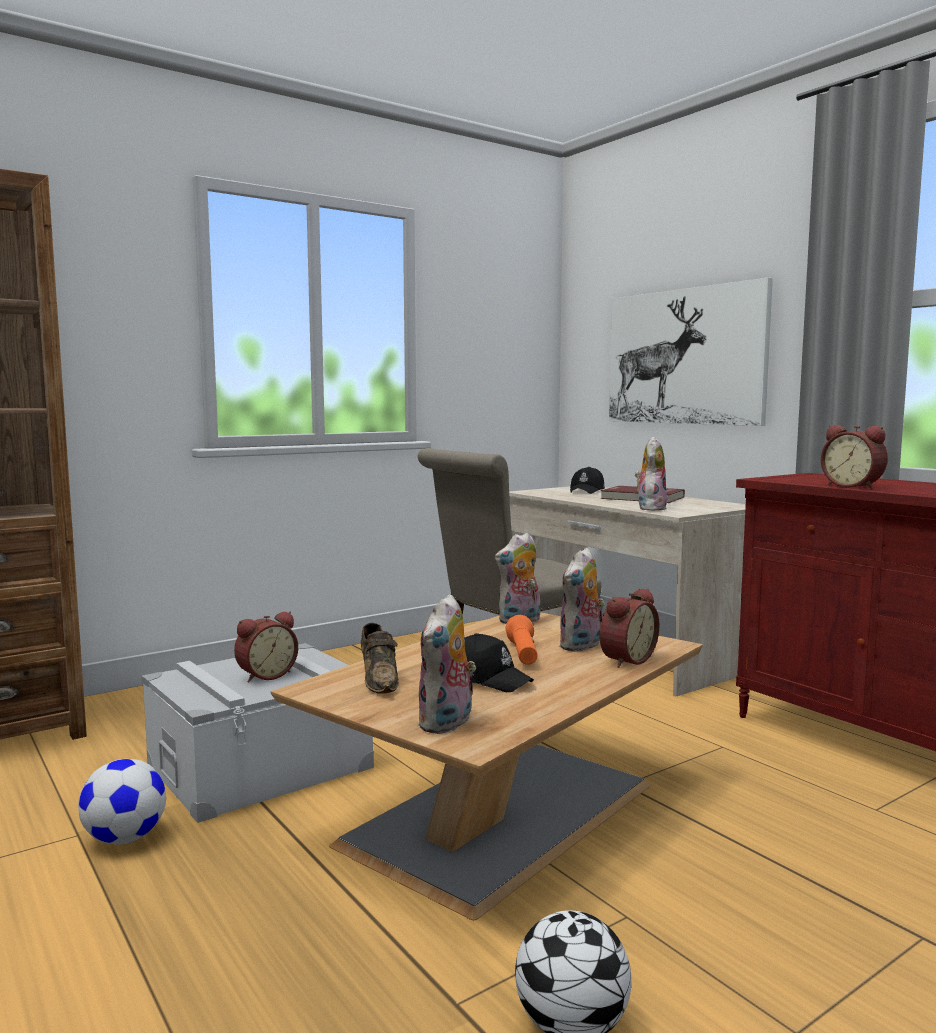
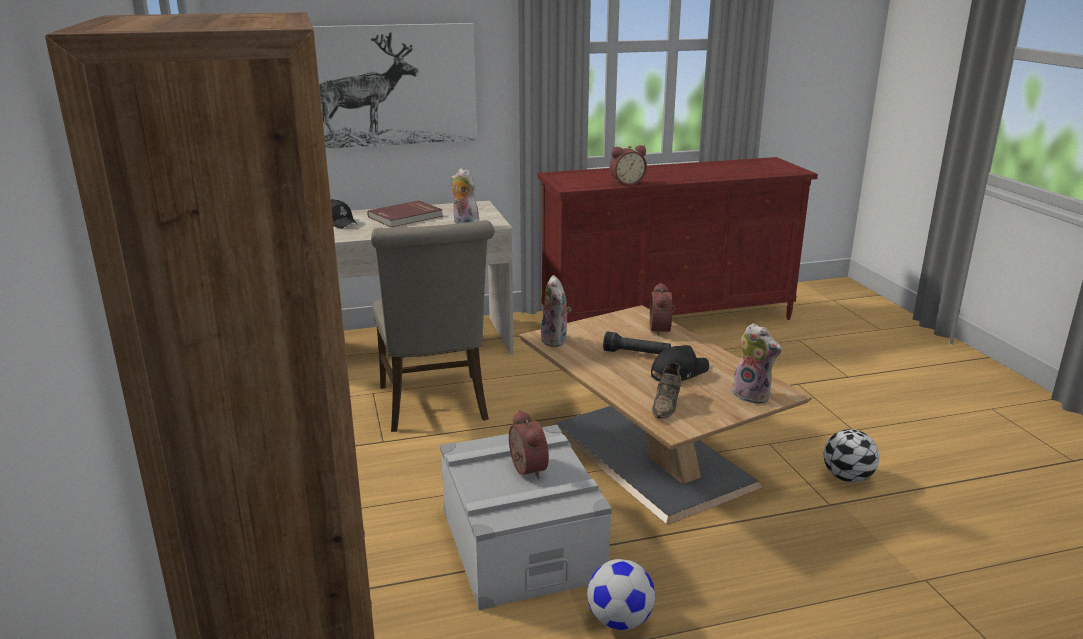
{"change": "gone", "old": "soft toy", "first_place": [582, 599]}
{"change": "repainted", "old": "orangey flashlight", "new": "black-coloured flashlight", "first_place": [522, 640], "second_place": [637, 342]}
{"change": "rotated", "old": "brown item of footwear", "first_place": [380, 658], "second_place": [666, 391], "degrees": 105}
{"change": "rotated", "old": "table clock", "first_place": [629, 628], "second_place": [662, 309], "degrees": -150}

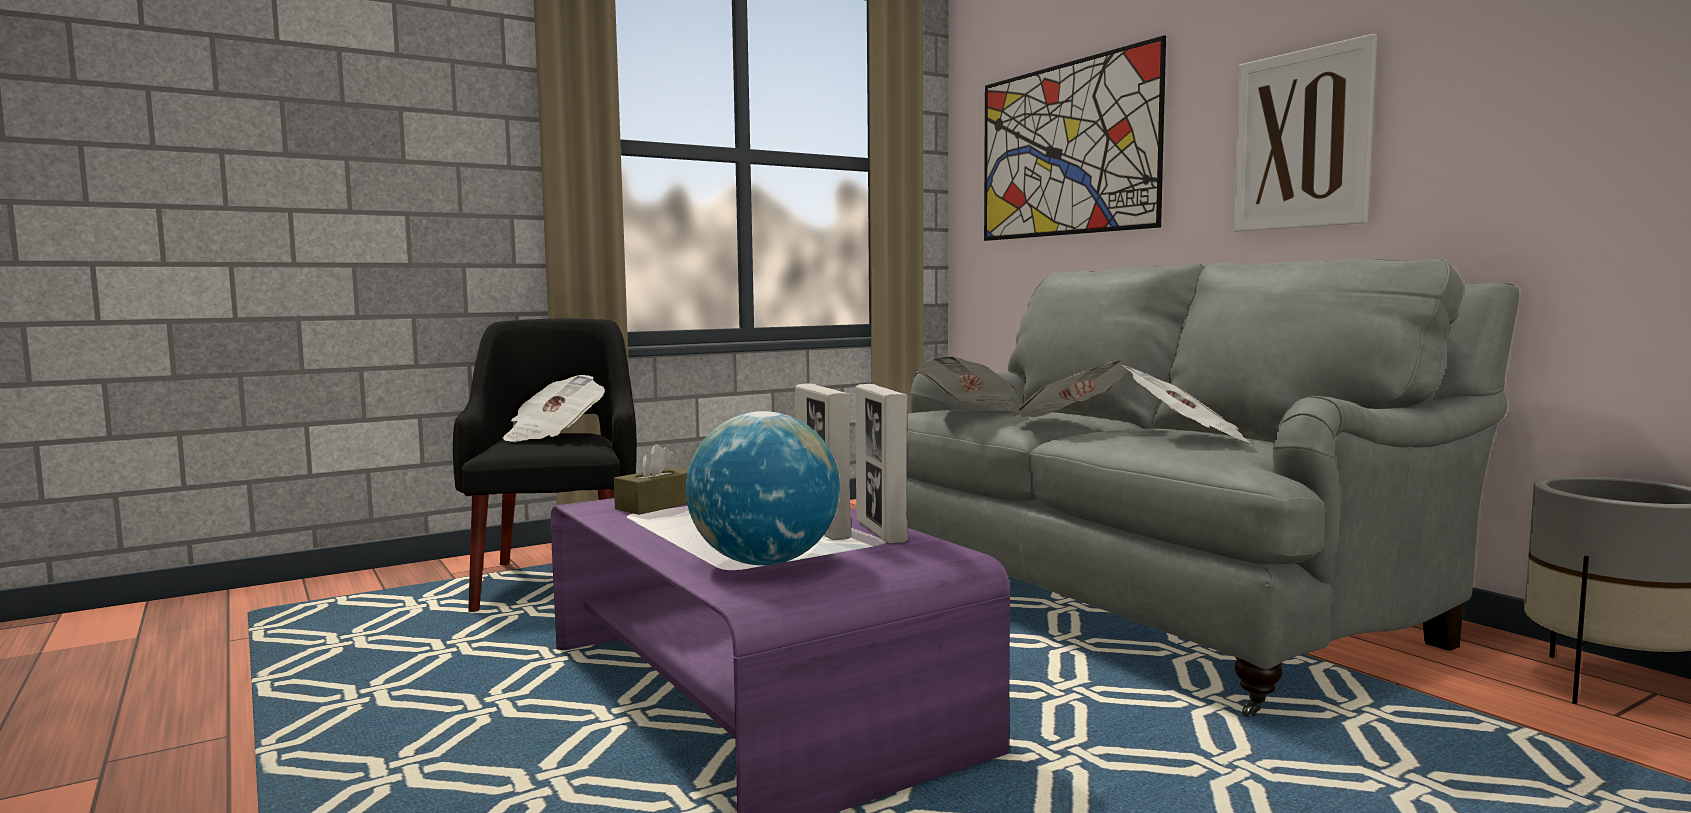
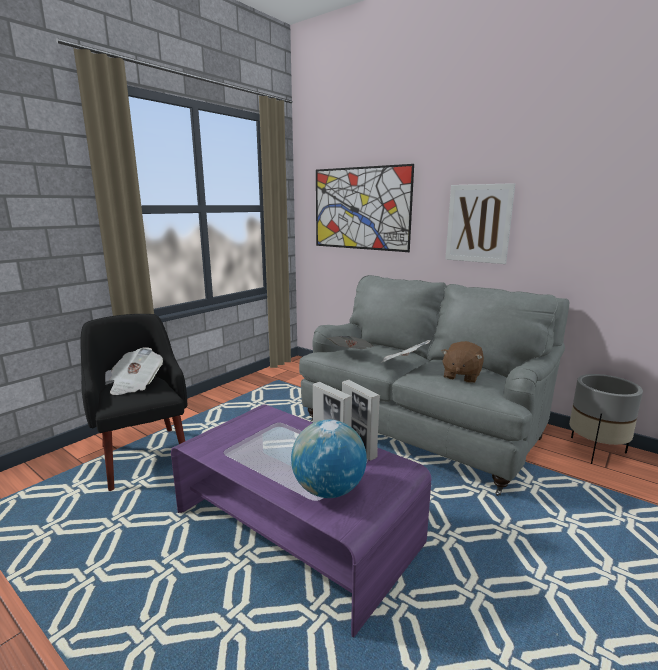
{"change": "gone", "old": "brown box of tissues", "first_place": [651, 479]}
{"change": "swapped", "old": "daily paper", "new": "brown soft toy", "first_place": [1188, 405], "second_place": [462, 362]}

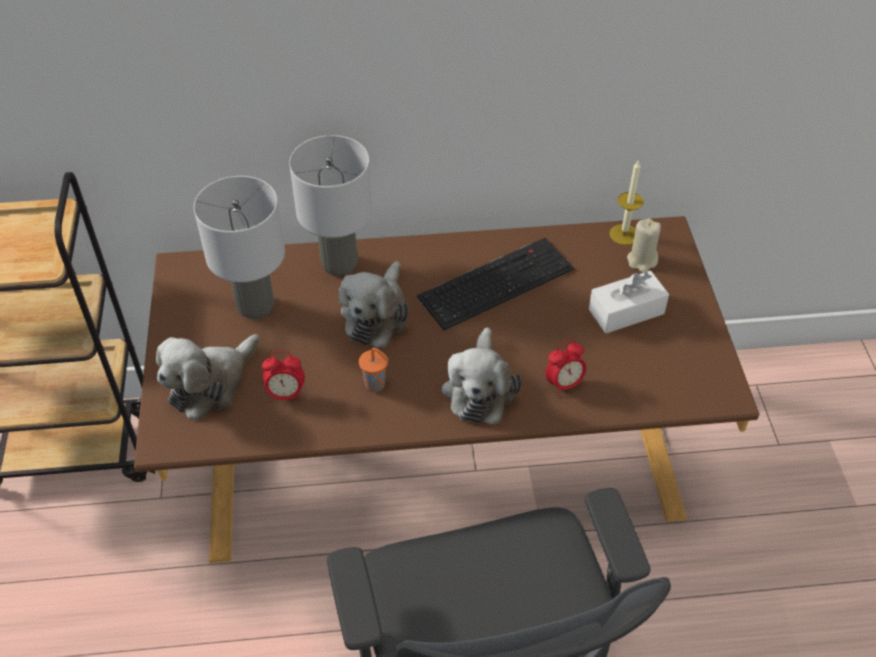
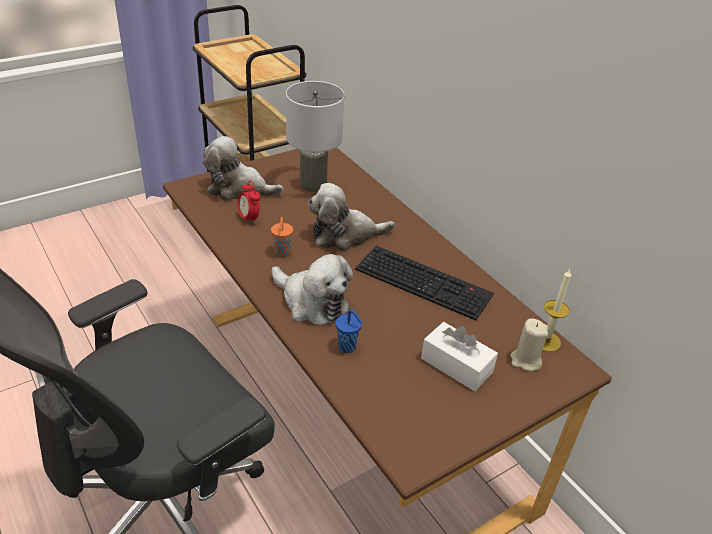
{"change": "gone", "old": "white-coloured table lamp", "first_place": [330, 205]}
{"change": "swapped", "old": "table clock", "new": "bluish drinking cup", "first_place": [565, 368], "second_place": [349, 331]}
{"change": "rotated", "old": "soft toy", "first_place": [481, 375], "second_place": [312, 289], "degrees": -120}

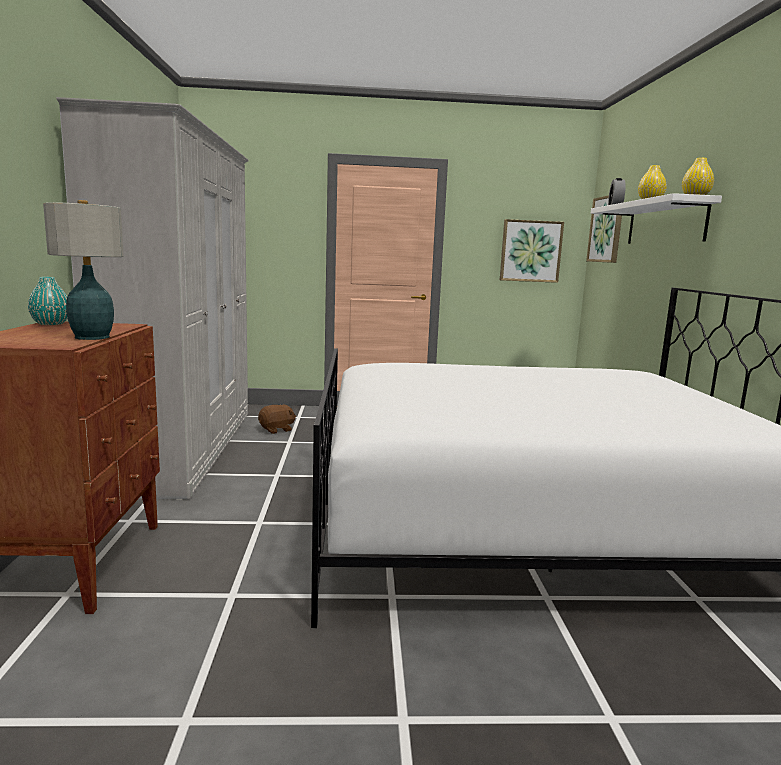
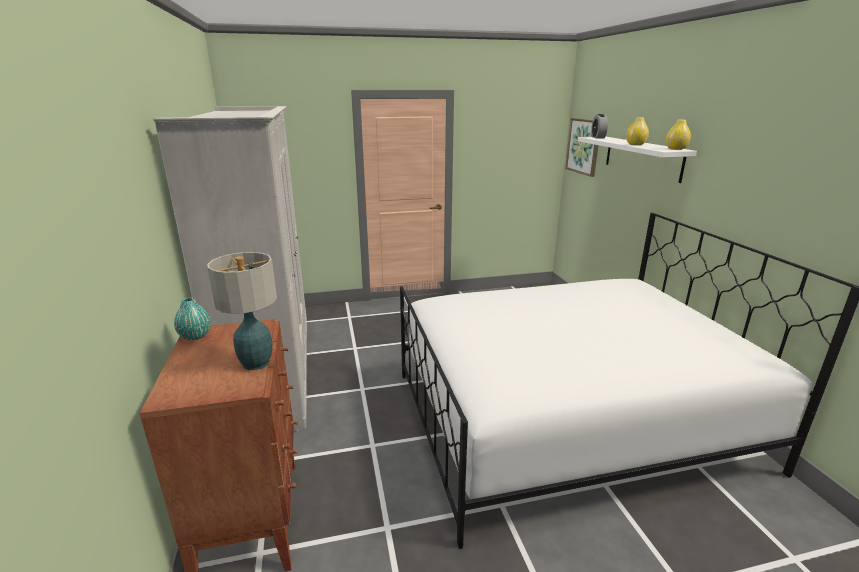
{"change": "gone", "old": "brown soft toy", "first_place": [277, 419]}
{"change": "gone", "old": "picture", "first_place": [532, 251]}

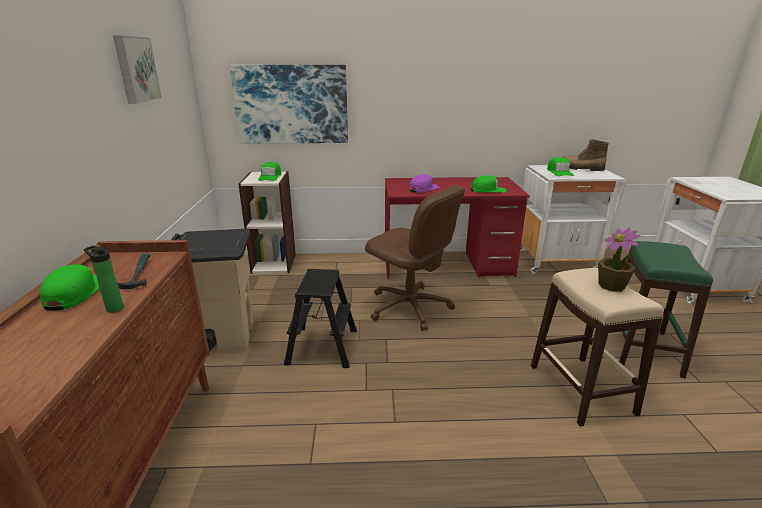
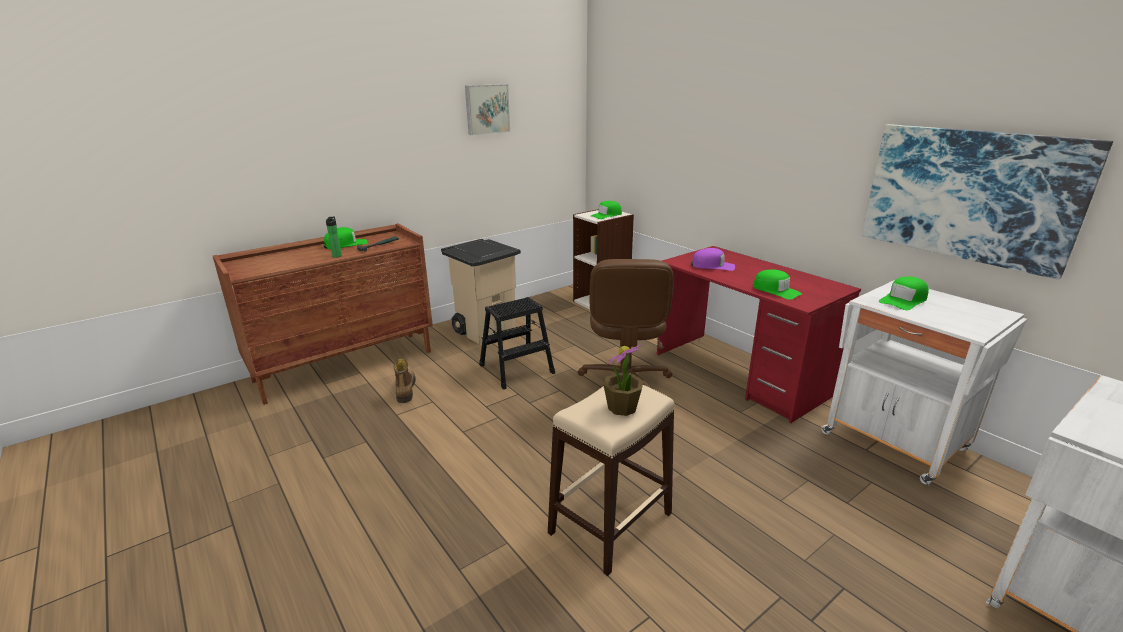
{"change": "gone", "old": "green sitting stool", "first_place": [666, 309]}
{"change": "shifted", "old": "picture", "first_place": [288, 104], "second_place": [987, 202]}
{"change": "shifted", "old": "tall boot", "first_place": [586, 155], "second_place": [404, 381]}

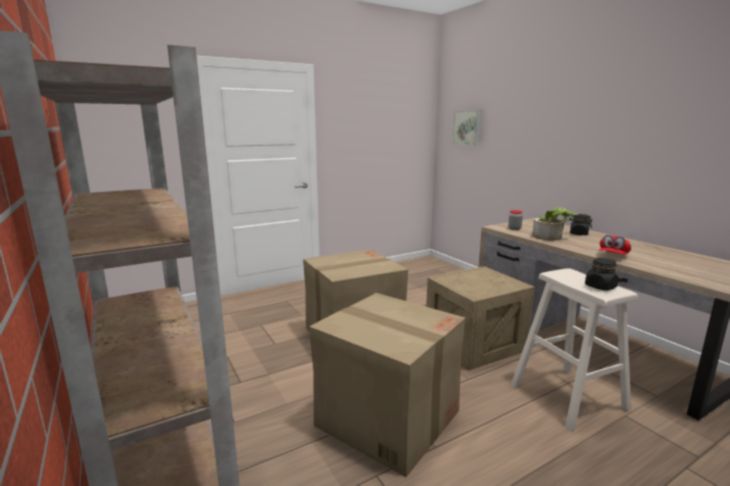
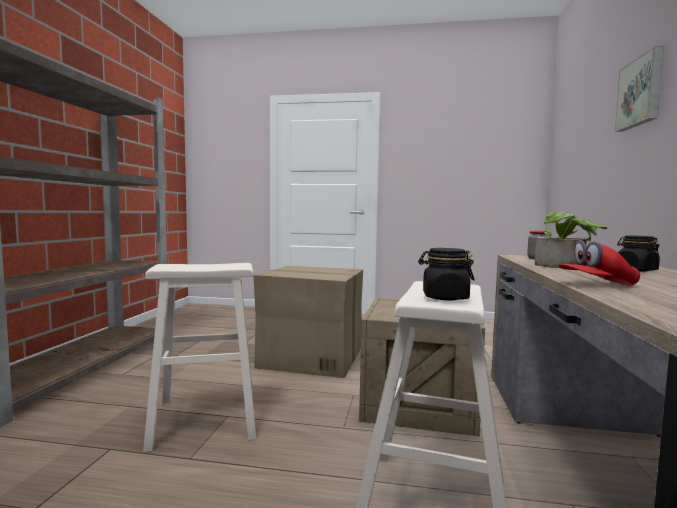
{"change": "shifted", "old": "picture", "first_place": [466, 128], "second_place": [639, 89]}
{"change": "swapped", "old": "packing box", "new": "beige-coloured sitting stool", "first_place": [387, 385], "second_place": [199, 357]}

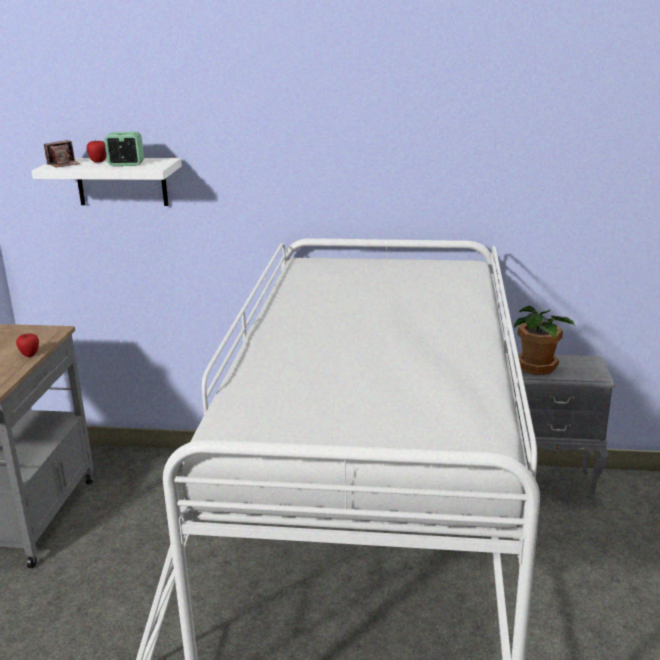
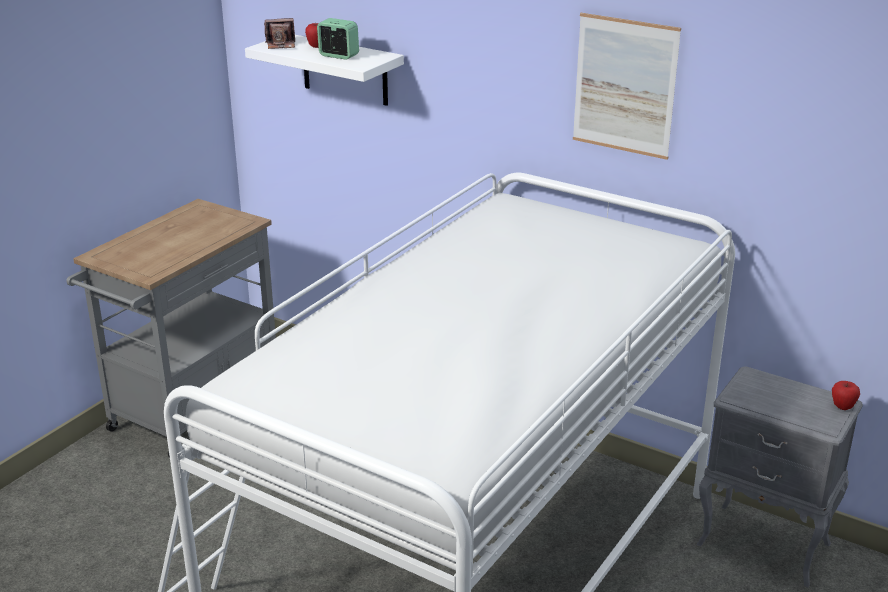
{"change": "gone", "old": "plant in a pot", "first_place": [545, 340]}
{"change": "new", "new": "picture", "second_place": [627, 86]}
{"change": "shifted", "old": "whole apple", "first_place": [27, 345], "second_place": [846, 395]}

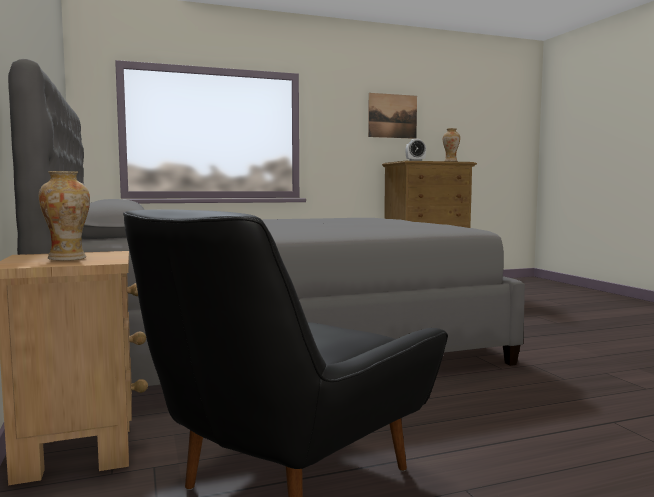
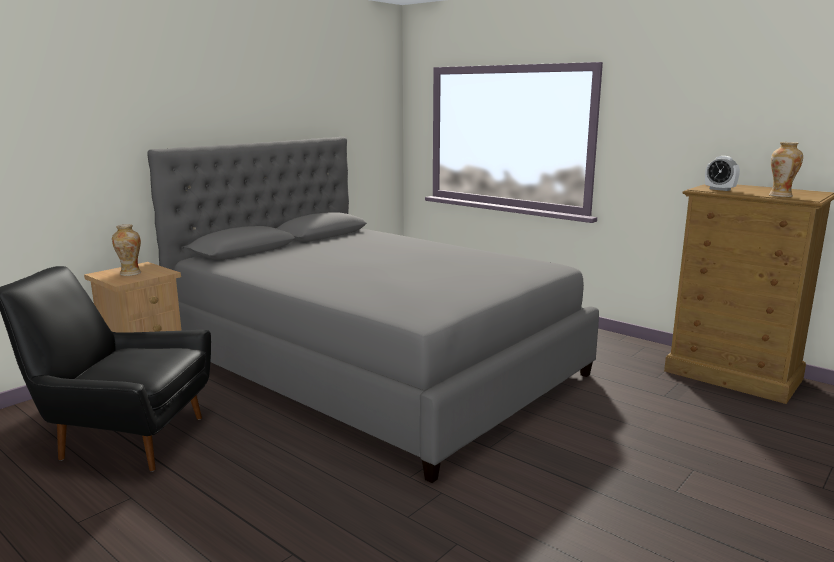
{"change": "gone", "old": "picture", "first_place": [392, 116]}

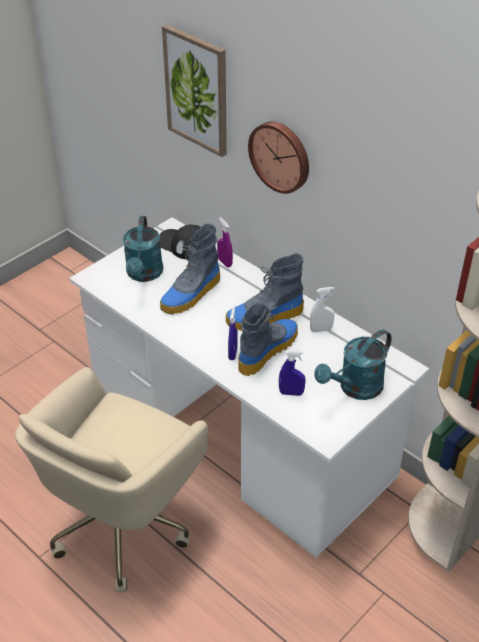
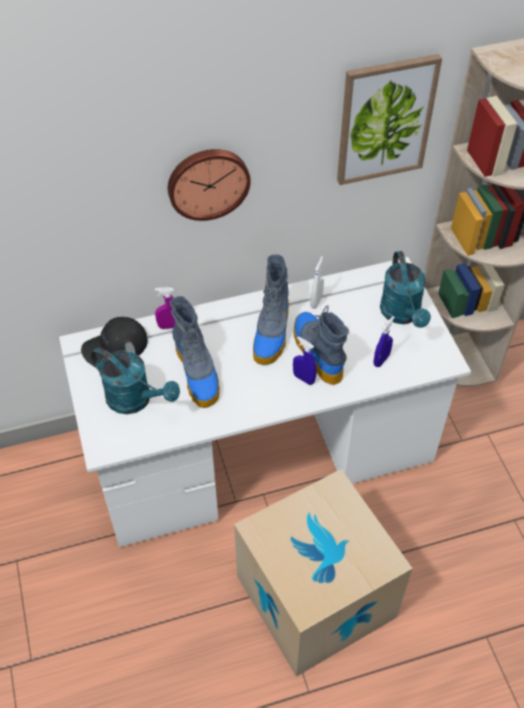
{"change": "shifted", "old": "picture", "first_place": [194, 91], "second_place": [389, 119]}
{"change": "swapped", "old": "beige-coloured computer chair", "new": "packing box", "first_place": [111, 480], "second_place": [323, 573]}

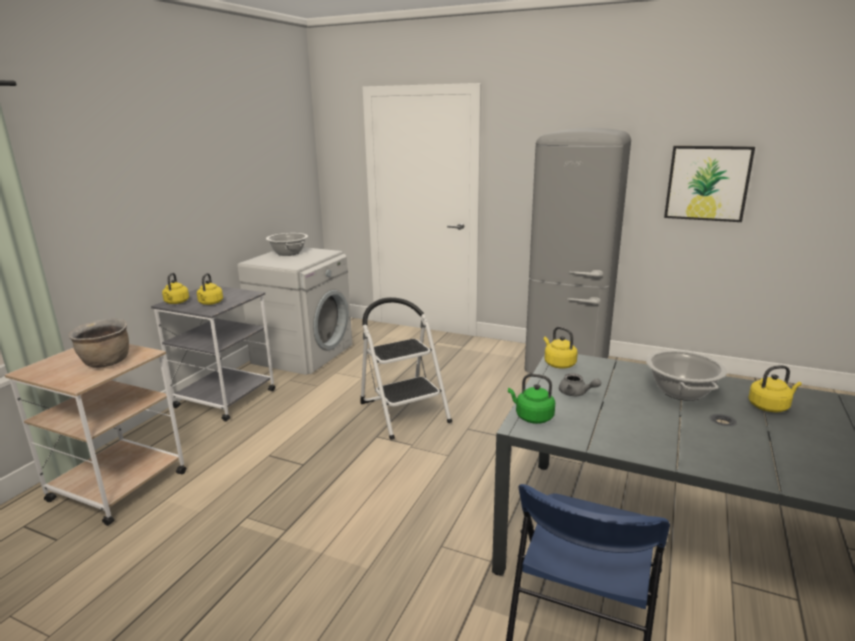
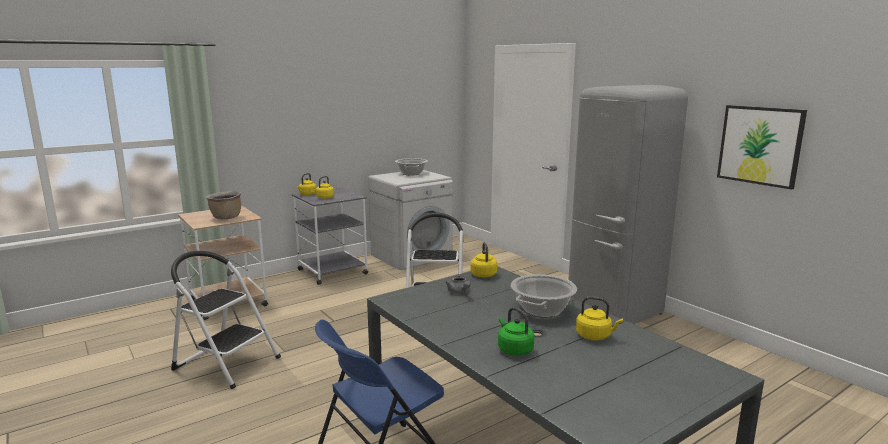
{"change": "new", "new": "step stool", "second_place": [226, 320]}
{"change": "shifted", "old": "green tea kettle", "first_place": [531, 399], "second_place": [516, 331]}

